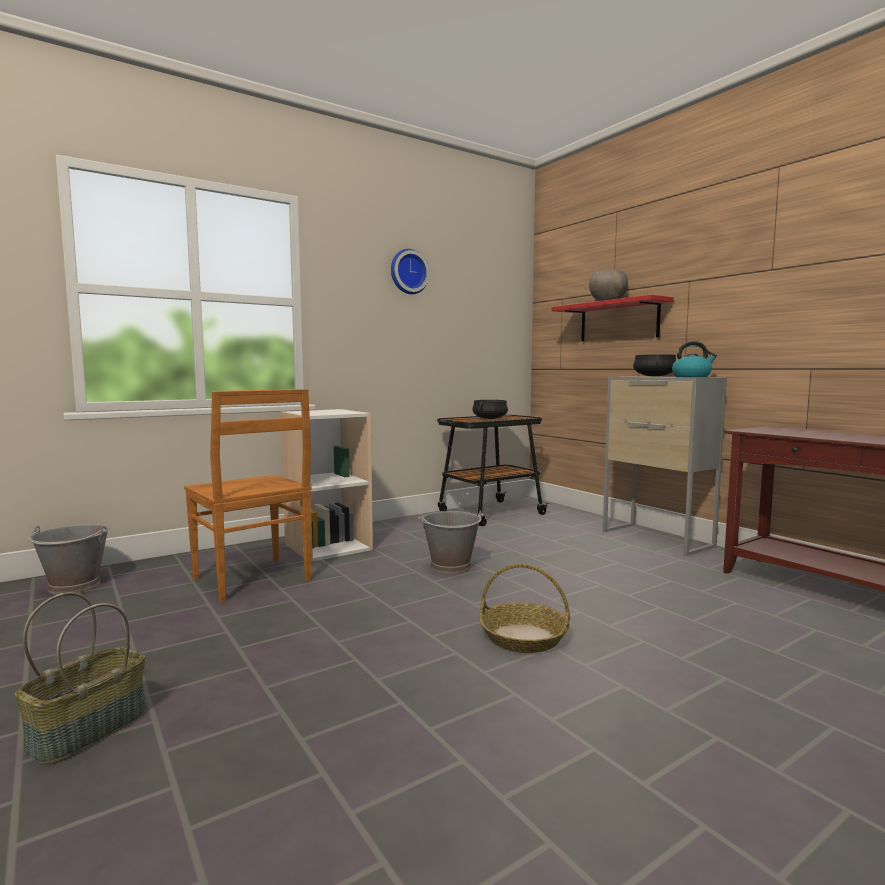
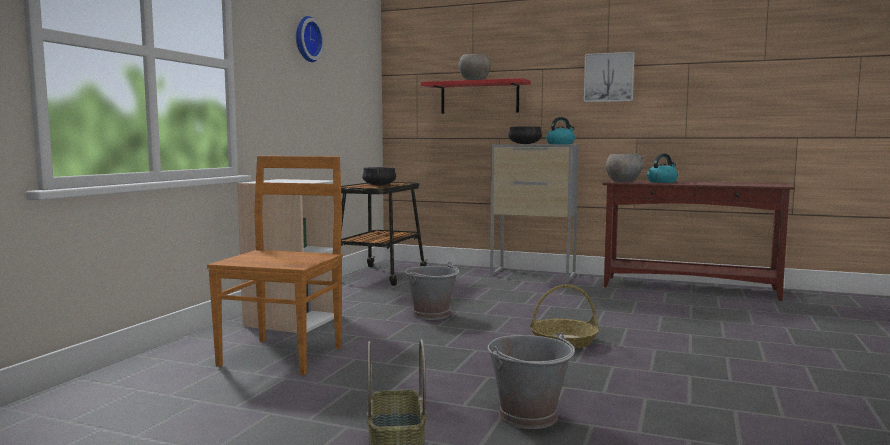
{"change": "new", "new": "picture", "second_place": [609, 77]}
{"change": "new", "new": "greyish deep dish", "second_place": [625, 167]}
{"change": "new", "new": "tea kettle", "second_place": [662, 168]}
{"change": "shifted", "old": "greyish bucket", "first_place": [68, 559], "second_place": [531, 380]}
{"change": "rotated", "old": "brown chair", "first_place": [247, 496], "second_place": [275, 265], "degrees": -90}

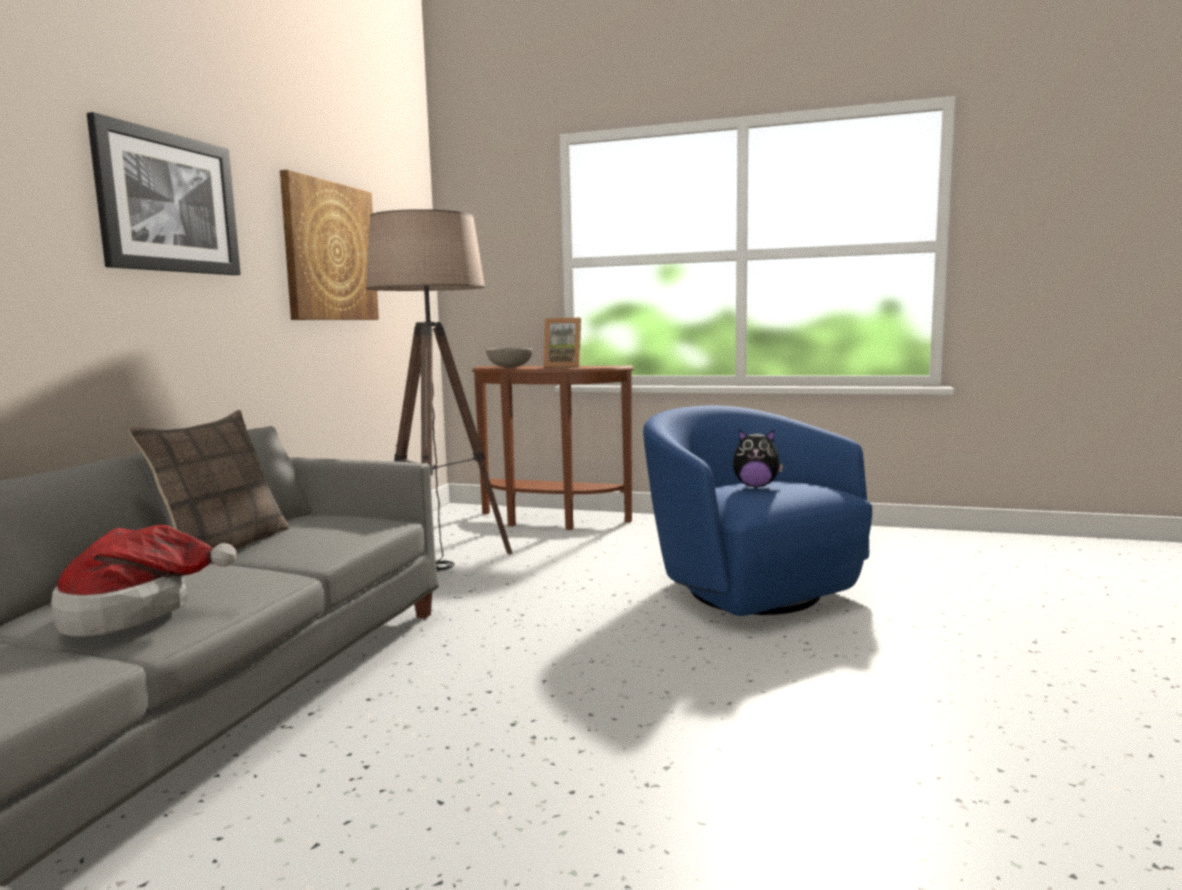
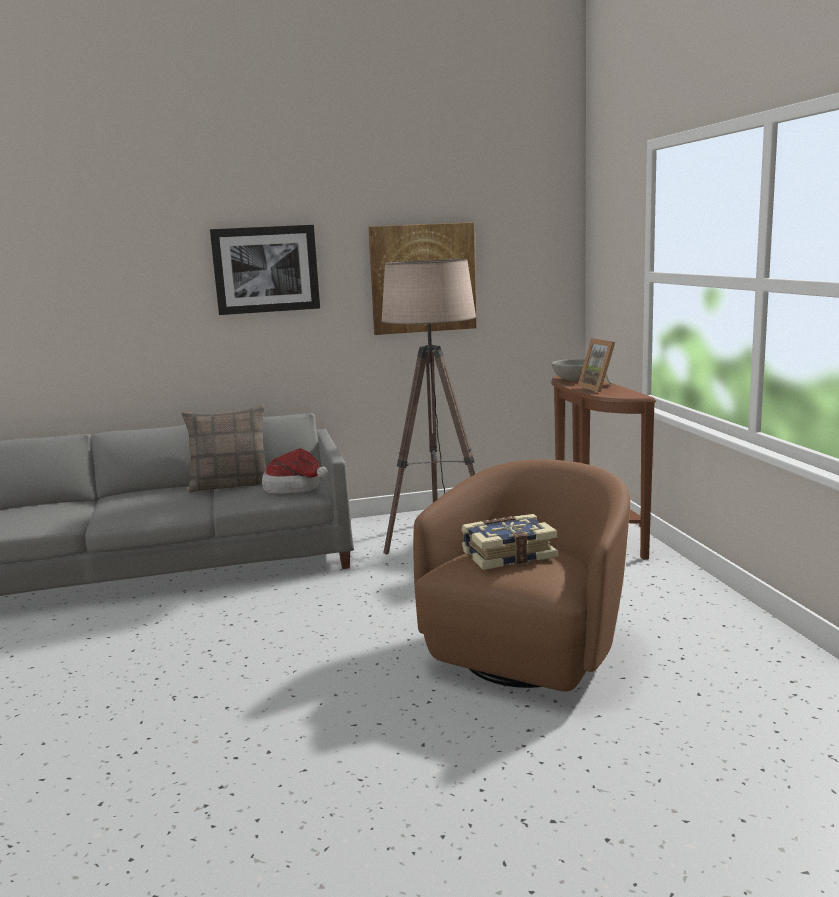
{"change": "shifted", "old": "hat", "first_place": [144, 581], "second_place": [295, 471]}
{"change": "swapped", "old": "soft toy", "new": "book", "first_place": [758, 458], "second_place": [509, 542]}
{"change": "repainted", "old": "bluish armchair", "new": "brown armchair", "first_place": [757, 511], "second_place": [521, 575]}

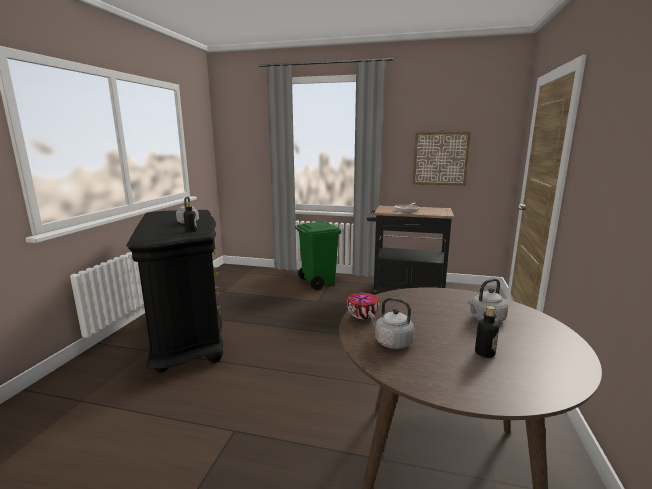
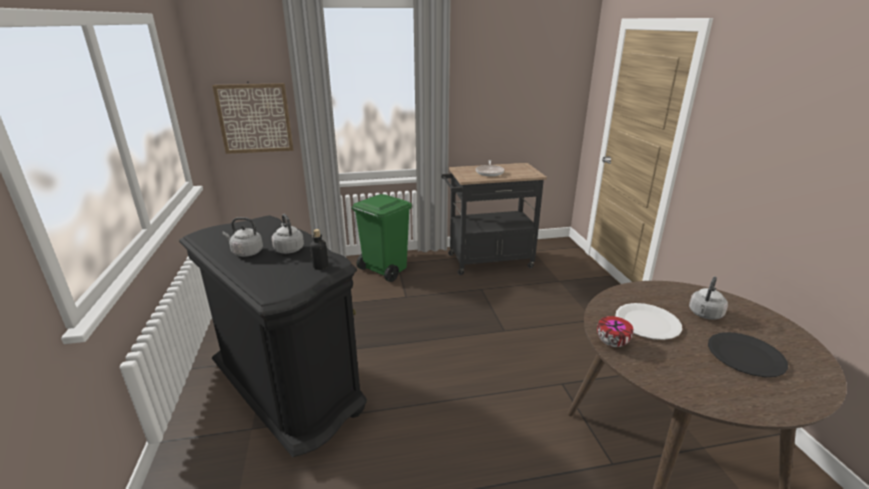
{"change": "new", "new": "white-coloured plate", "second_place": [648, 321]}
{"change": "shifted", "old": "greyish tea kettle", "first_place": [391, 323], "second_place": [242, 237]}
{"change": "shifted", "old": "picture", "first_place": [441, 158], "second_place": [252, 118]}
{"change": "swapped", "old": "beverage bottle", "new": "black-coloured plate", "first_place": [487, 332], "second_place": [748, 354]}

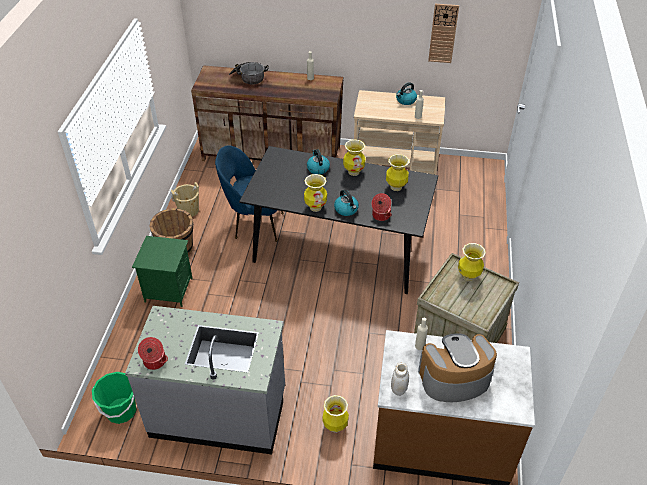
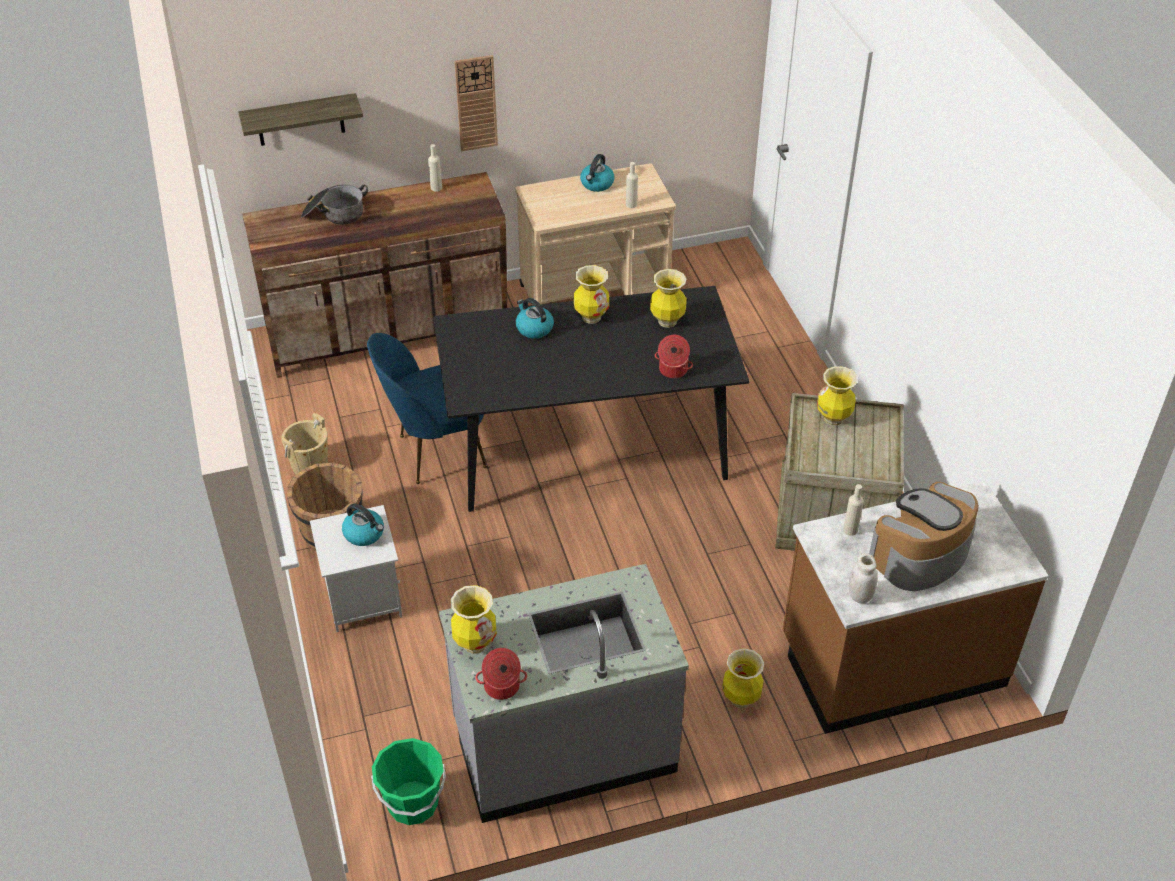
{"change": "new", "new": "wall shelf", "second_place": [300, 119]}
{"change": "shifted", "old": "decorative vase", "first_place": [315, 193], "second_place": [474, 619]}
{"change": "shifted", "old": "tea kettle", "first_place": [346, 202], "second_place": [363, 524]}
{"change": "shifted", "old": "hanging clock", "first_place": [443, 33], "second_place": [476, 103]}
{"change": "repainted", "old": "green night table", "new": "greyish night table", "first_place": [162, 271], "second_place": [356, 568]}

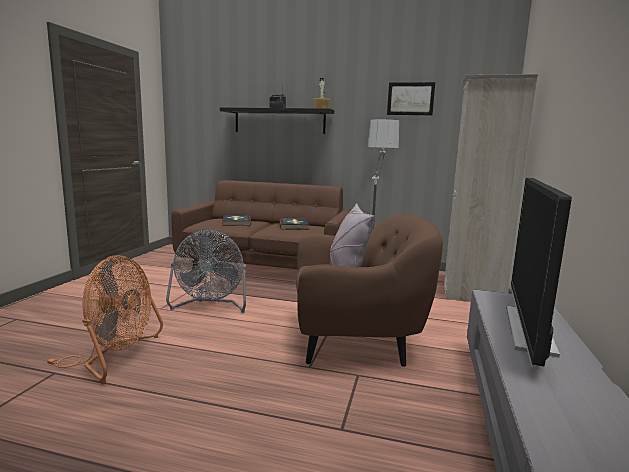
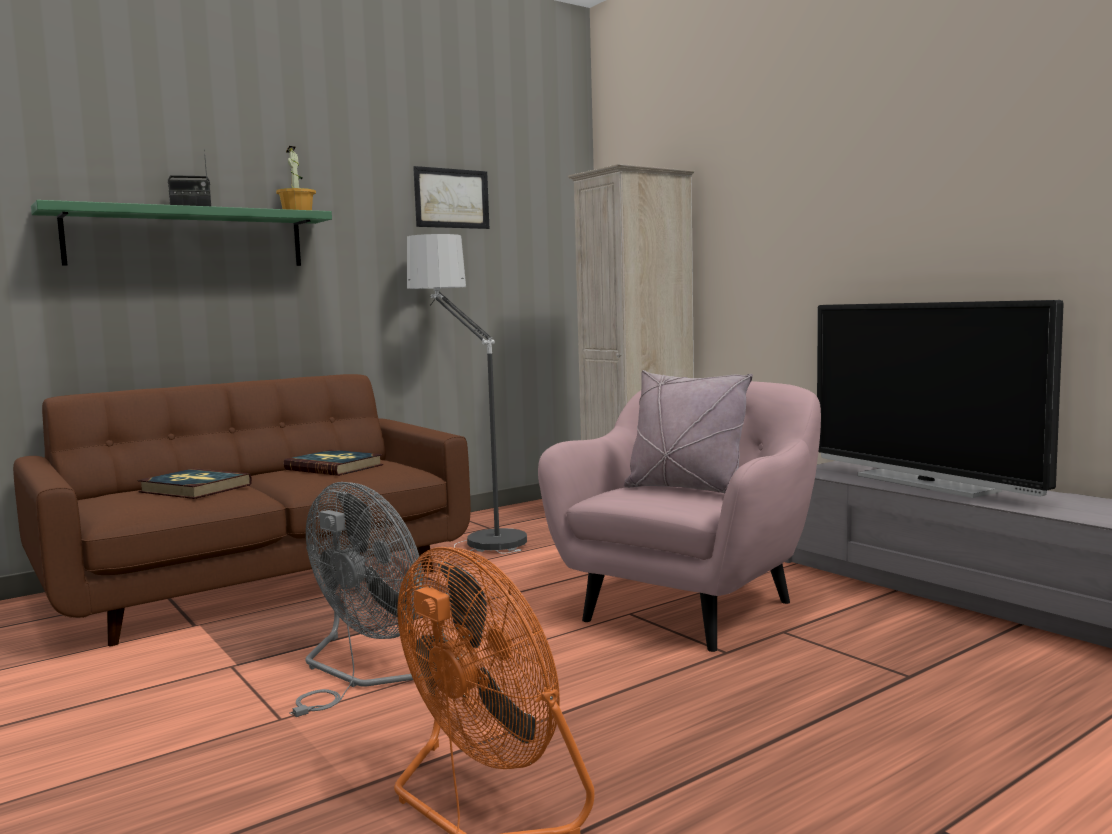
{"change": "repainted", "old": "black-coloured wall shelf", "new": "green wall shelf", "first_place": [277, 120], "second_place": [181, 233]}
{"change": "repainted", "old": "brown armchair", "new": "pink armchair", "first_place": [369, 291], "second_place": [679, 516]}
{"change": "rotated", "old": "greyish cooling fan", "first_place": [206, 271], "second_place": [368, 599], "degrees": -90}

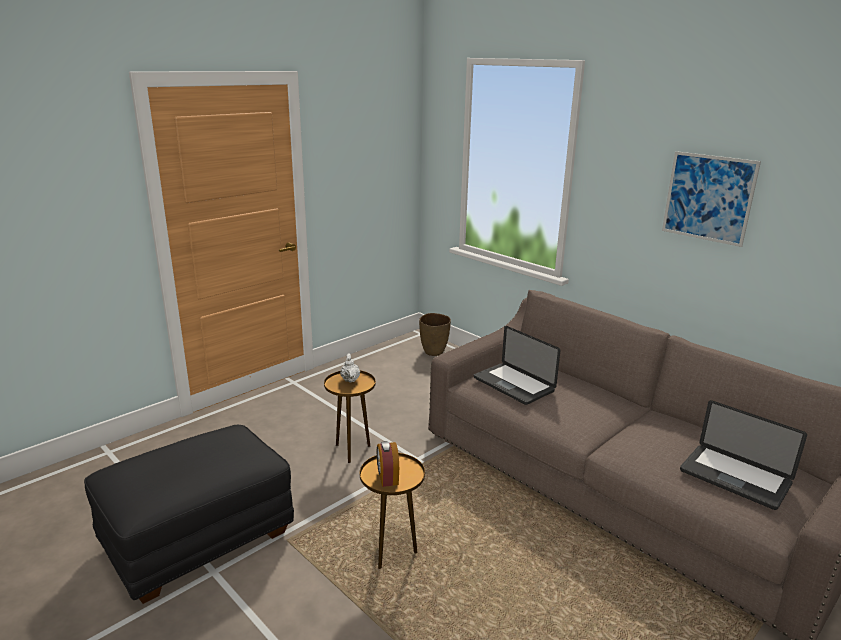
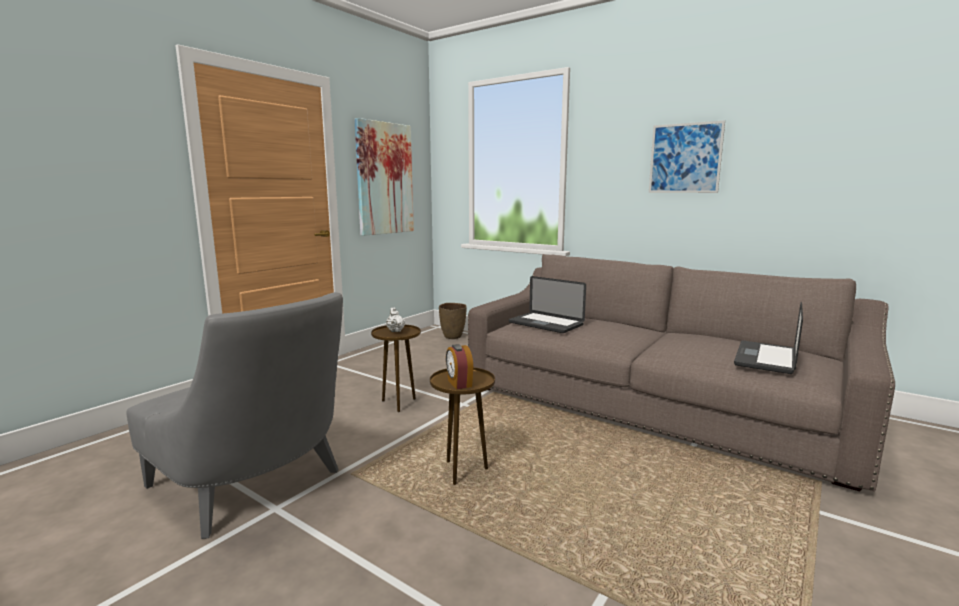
{"change": "new", "new": "picture", "second_place": [384, 177]}
{"change": "swapped", "old": "black-coloured footrest", "new": "greyish armchair", "first_place": [189, 514], "second_place": [234, 415]}
{"change": "rotated", "old": "notebook computer", "first_place": [743, 455], "second_place": [768, 338], "degrees": 90}

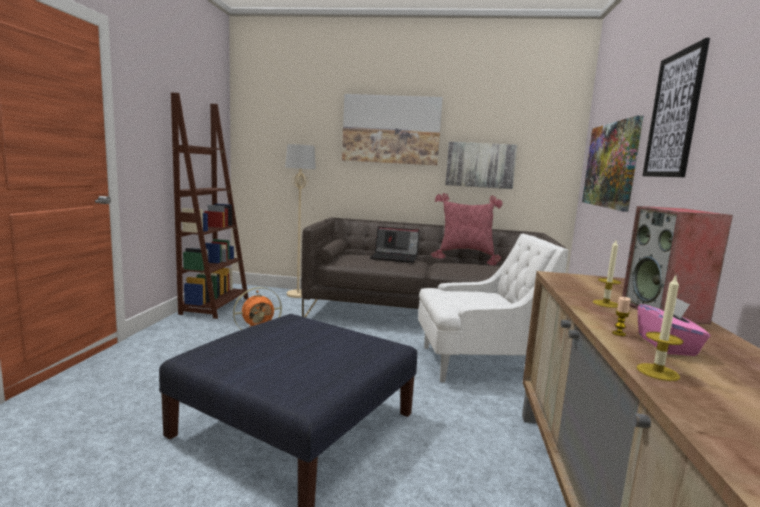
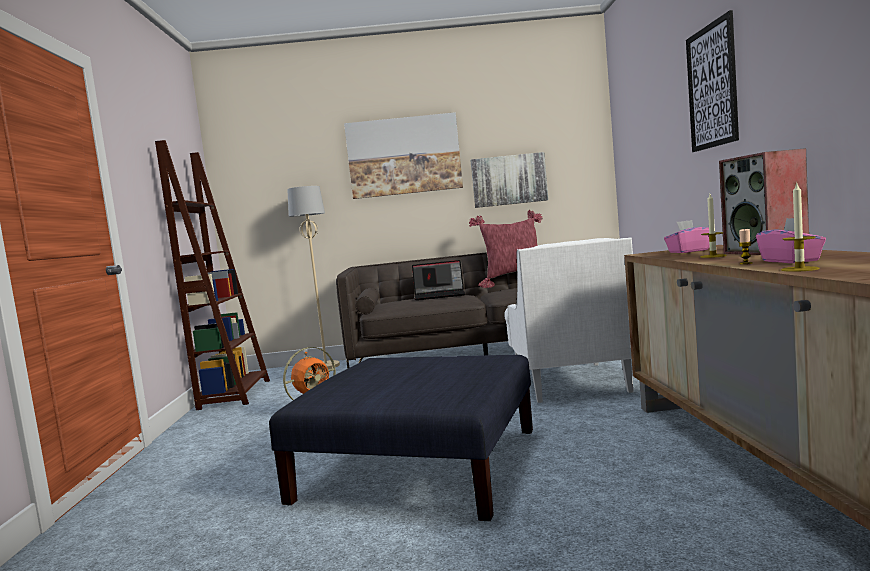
{"change": "gone", "old": "picture", "first_place": [612, 163]}
{"change": "new", "new": "pink box of tissues", "second_place": [686, 236]}
{"change": "rotated", "old": "white-coloured armchair", "first_place": [493, 308], "second_place": [569, 320], "degrees": 105}

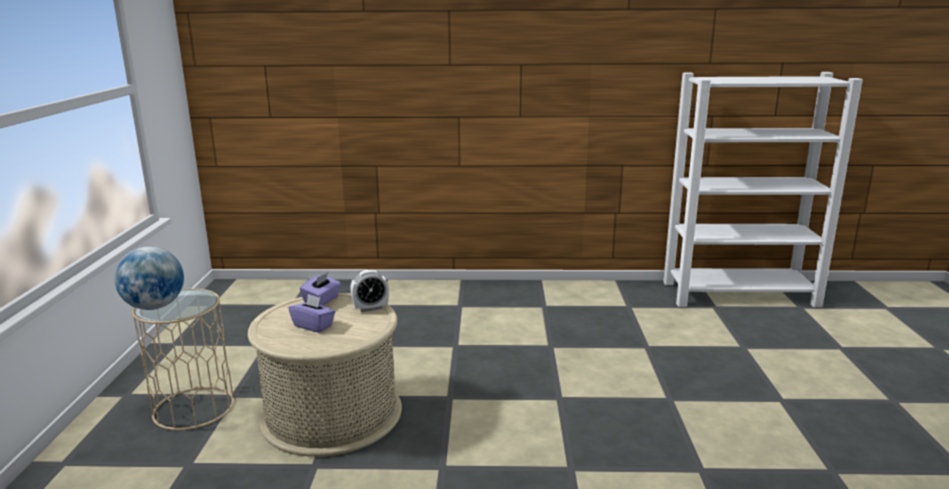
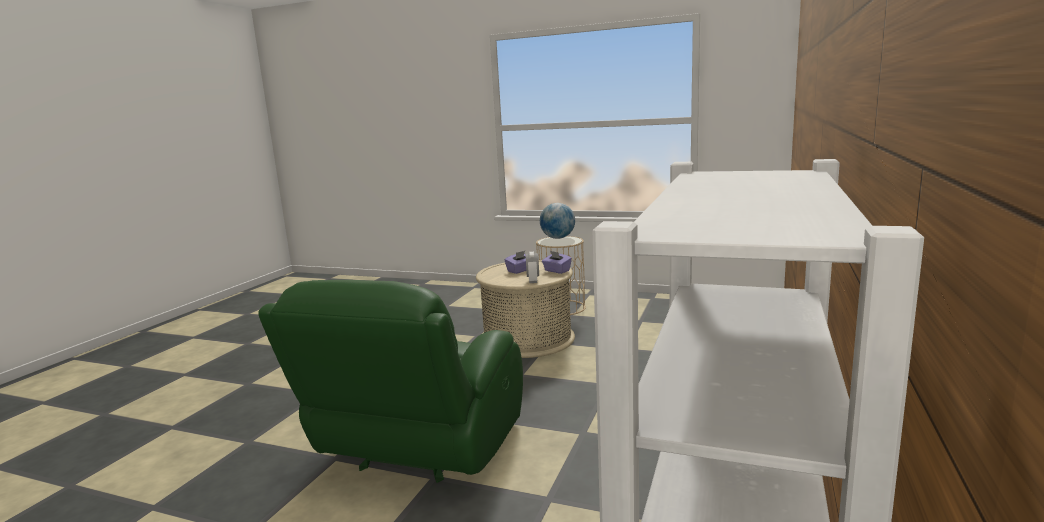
{"change": "new", "new": "green armchair", "second_place": [390, 381]}

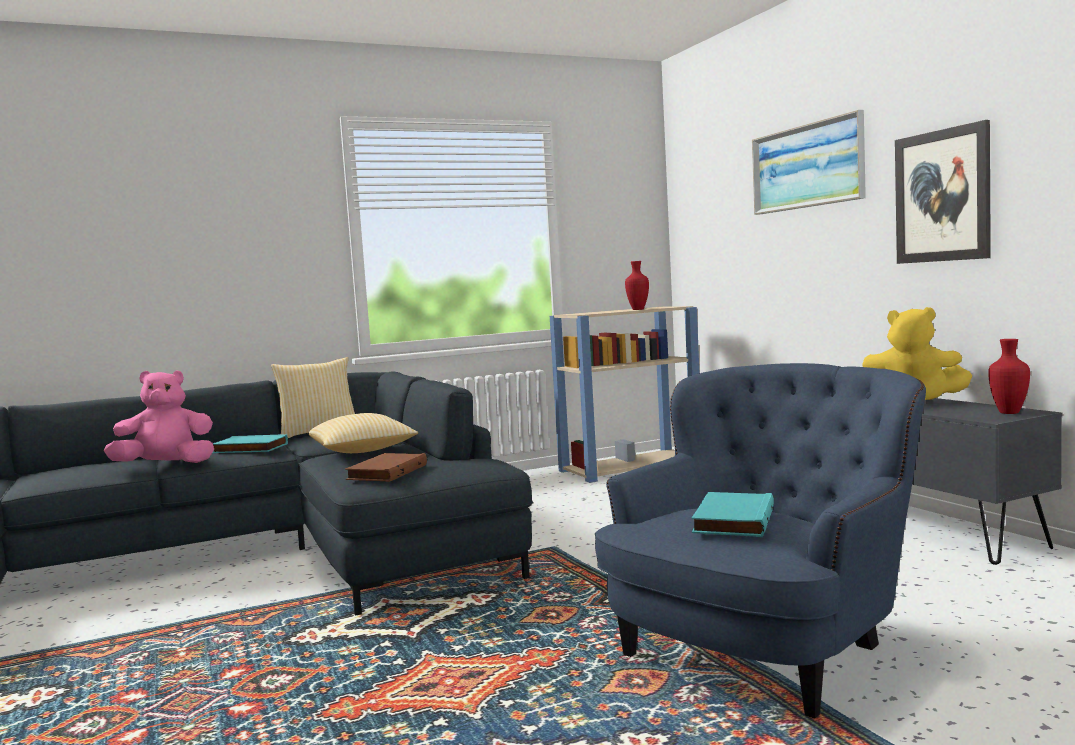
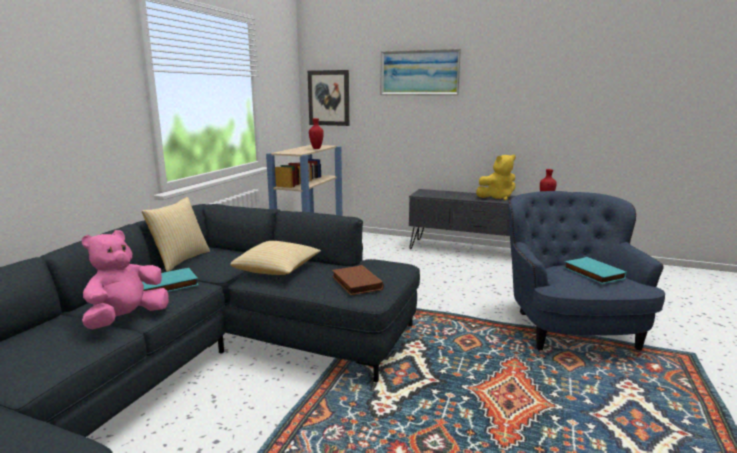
{"change": "shifted", "old": "picture", "first_place": [943, 192], "second_place": [328, 98]}

